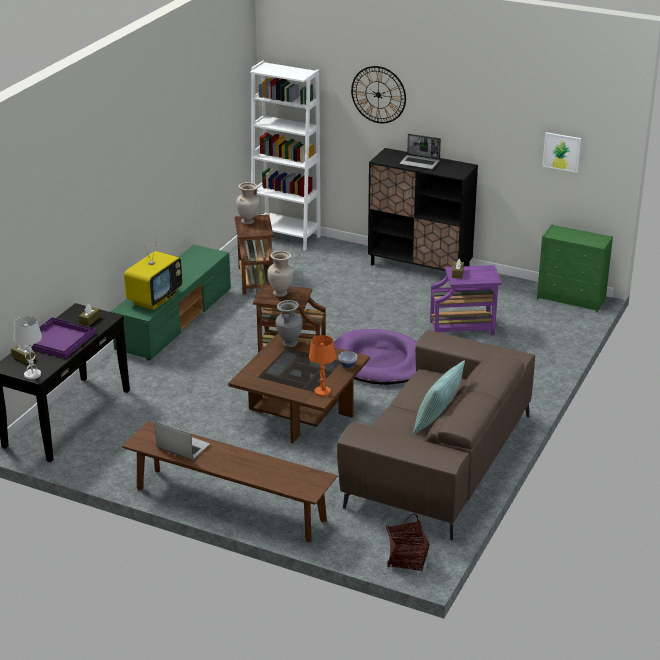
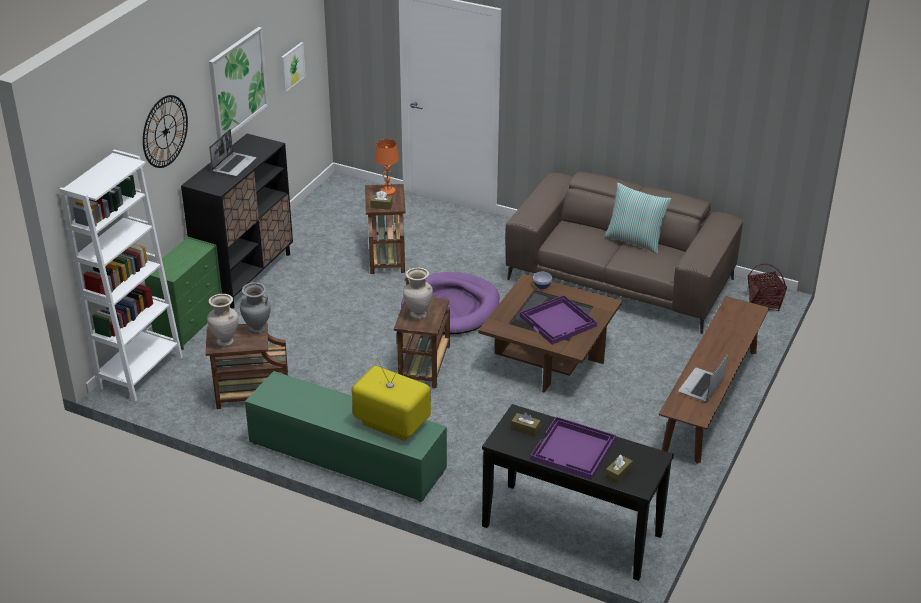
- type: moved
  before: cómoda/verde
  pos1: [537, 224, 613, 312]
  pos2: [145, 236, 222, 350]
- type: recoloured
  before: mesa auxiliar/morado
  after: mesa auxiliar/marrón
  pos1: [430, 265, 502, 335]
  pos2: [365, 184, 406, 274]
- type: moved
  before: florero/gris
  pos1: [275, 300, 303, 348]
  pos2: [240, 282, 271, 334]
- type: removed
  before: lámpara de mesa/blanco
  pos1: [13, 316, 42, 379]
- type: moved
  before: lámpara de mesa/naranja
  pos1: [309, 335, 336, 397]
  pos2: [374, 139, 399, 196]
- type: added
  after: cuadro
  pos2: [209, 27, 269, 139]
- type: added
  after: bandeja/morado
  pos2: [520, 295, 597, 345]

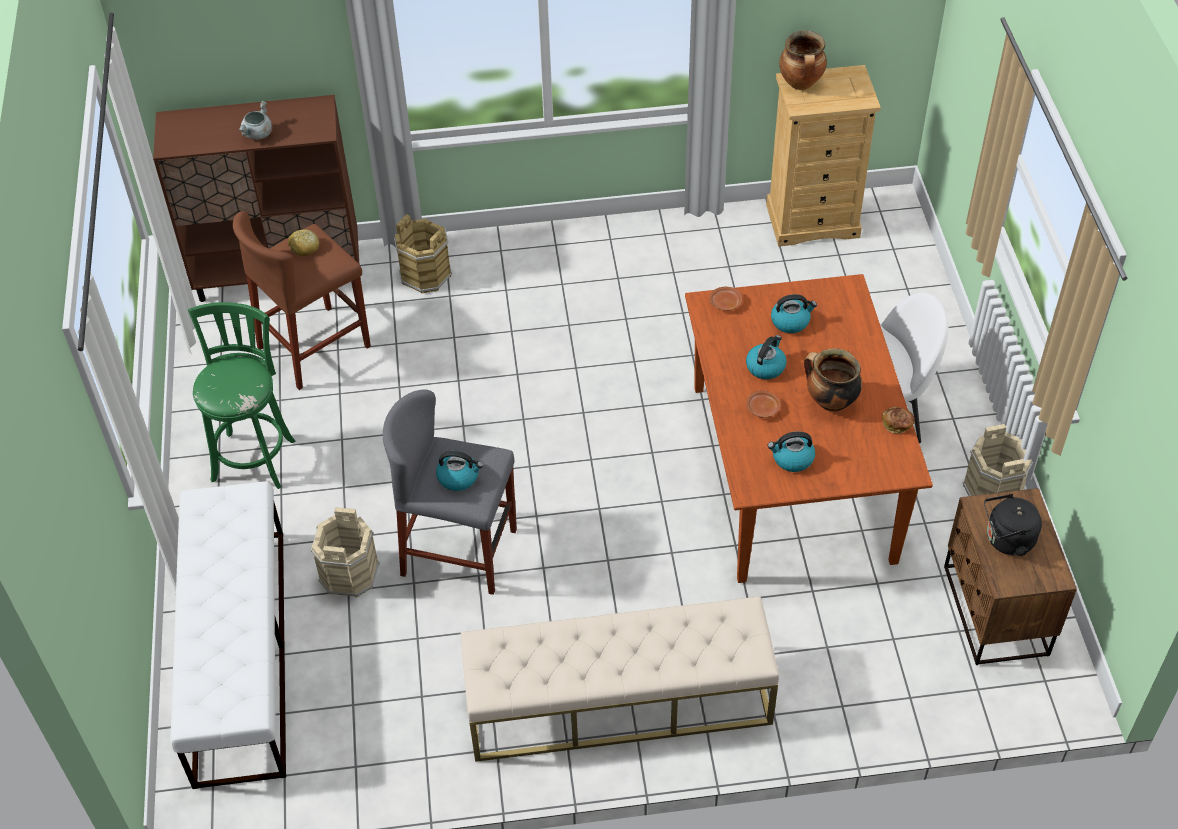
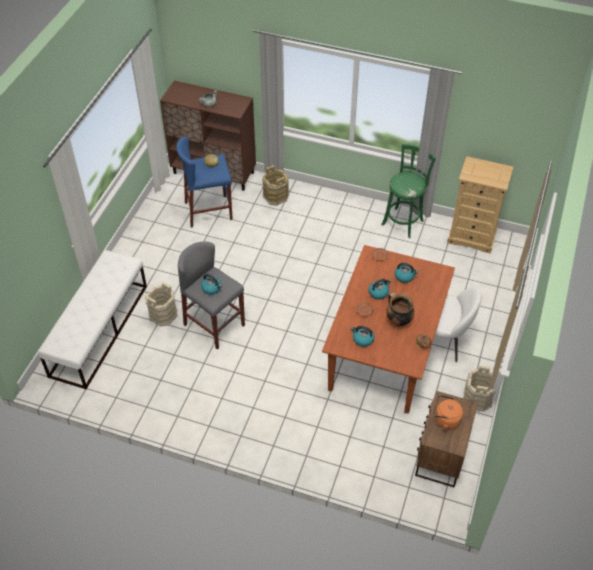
- type: removed
  before: olla
  pos1: [779, 31, 827, 90]
- type: recoloured
  before: taburete/marrón
  after: taburete/azul
  pos1: [233, 211, 371, 390]
  pos2: [176, 137, 233, 227]
- type: moved
  before: taburete/verde
  pos1: [188, 302, 296, 489]
  pos2: [381, 144, 436, 238]
- type: recoloured
  before: hervidor/negro
  after: hervidor/naranja
  pos1: [984, 494, 1042, 556]
  pos2: [433, 395, 463, 430]
- type: removed
  before: banco/beis
  pos1: [461, 596, 779, 762]

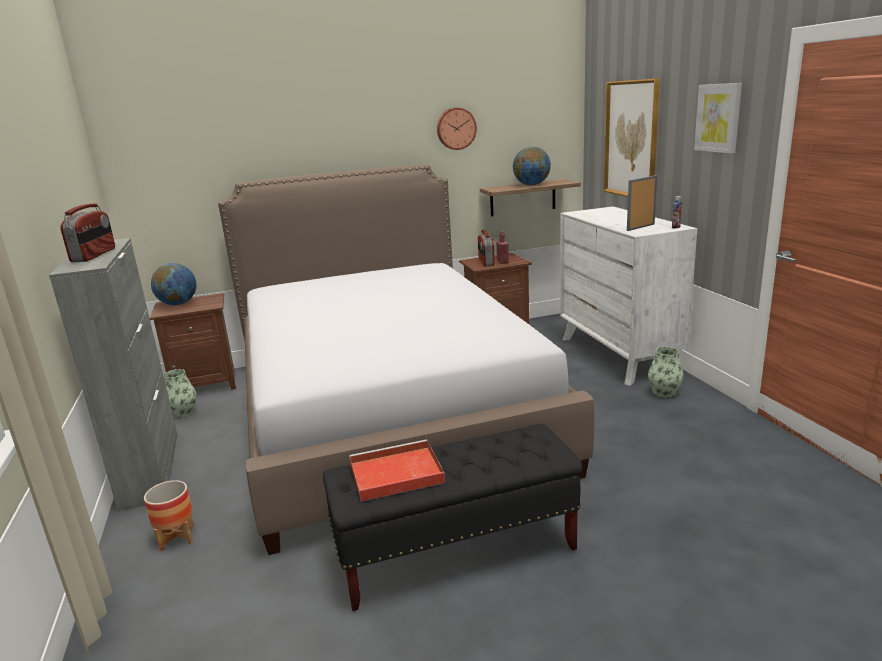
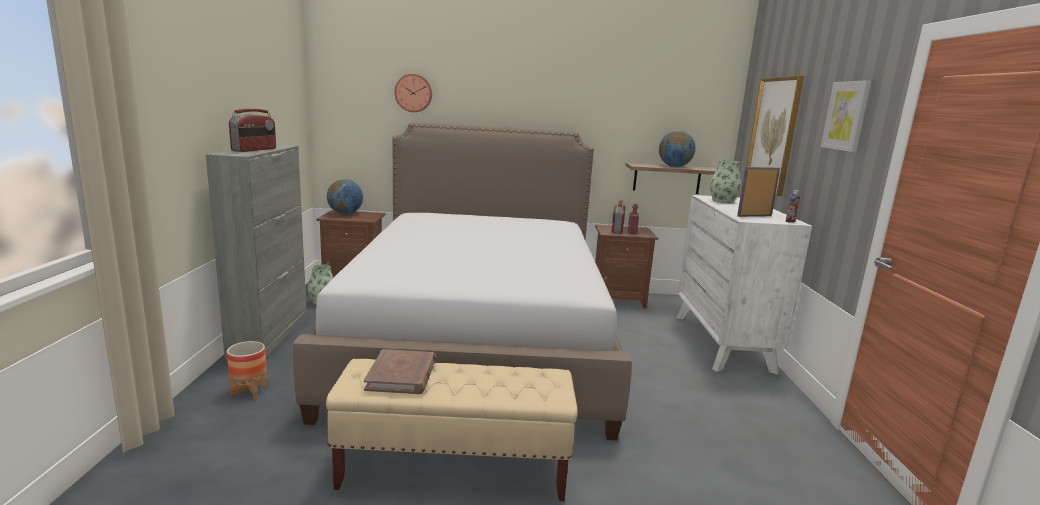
- type: moved
  before: reloj de pared
  pos1: [437, 108, 477, 150]
  pos2: [394, 74, 432, 112]
- type: moved
  before: florero
  pos1: [648, 347, 684, 398]
  pos2: [710, 160, 741, 203]
- type: recoloured
  before: banco/negro
  after: banco/beis
  pos1: [323, 424, 582, 611]
  pos2: [326, 359, 578, 501]
- type: replaced
  before: bandeja/rojo
  after: libro/marrón
  pos1: [349, 440, 445, 502]
  pos2: [364, 349, 436, 394]

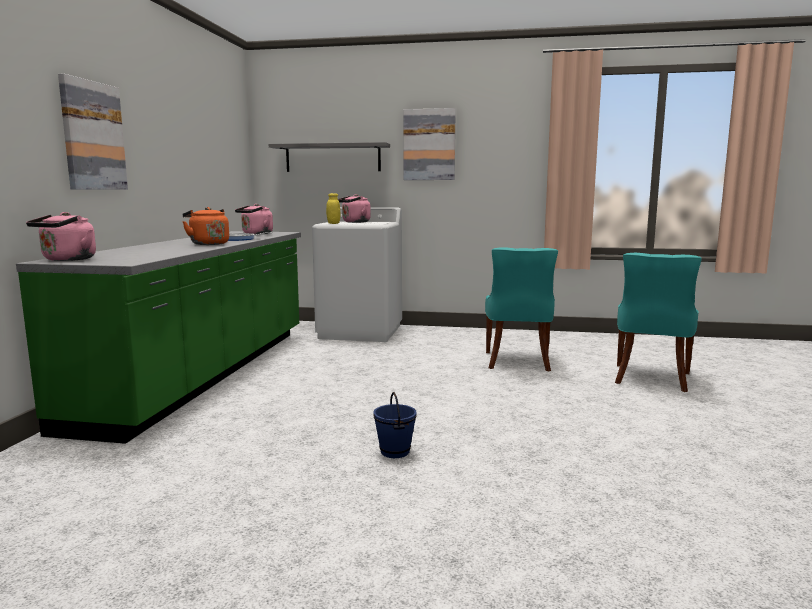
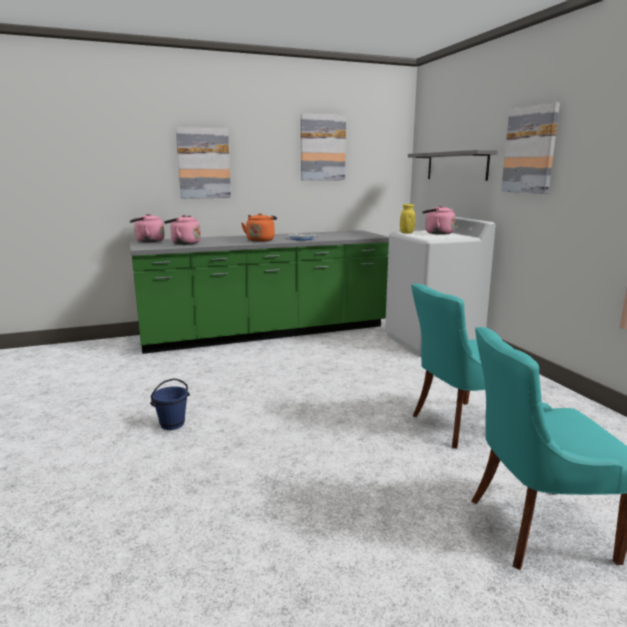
- type: moved
  before: hervidor/rosa
  pos1: [235, 204, 273, 234]
  pos2: [164, 215, 201, 245]
- type: added
  after: cuadro
  pos2: [301, 113, 346, 180]

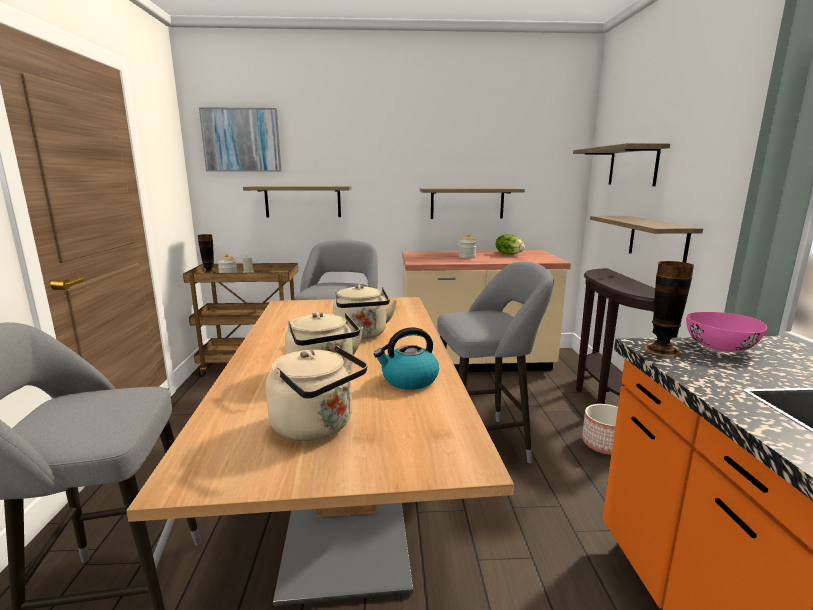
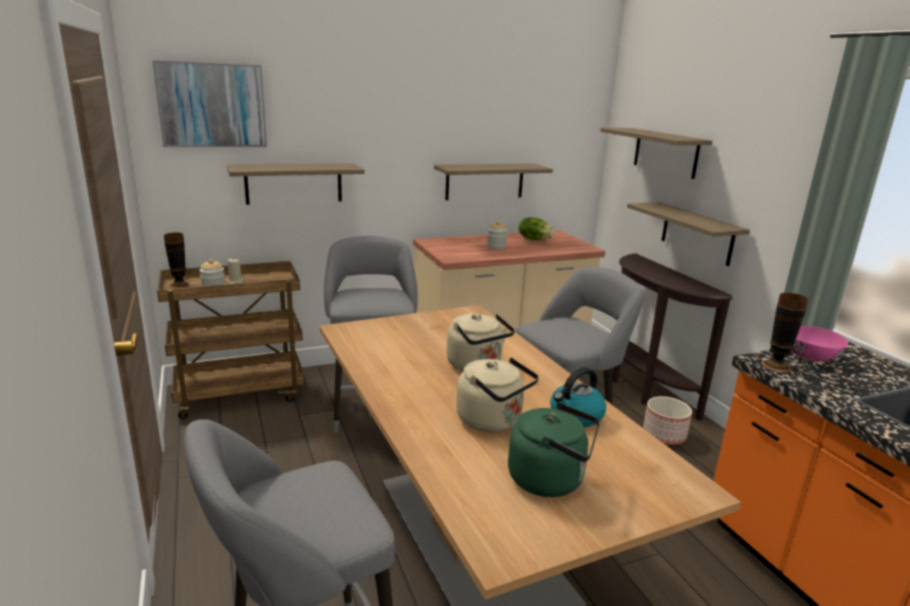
- type: recoloured
  before: hervidor/beis
  after: hervidor/verde
  pos1: [266, 345, 367, 441]
  pos2: [508, 403, 600, 497]

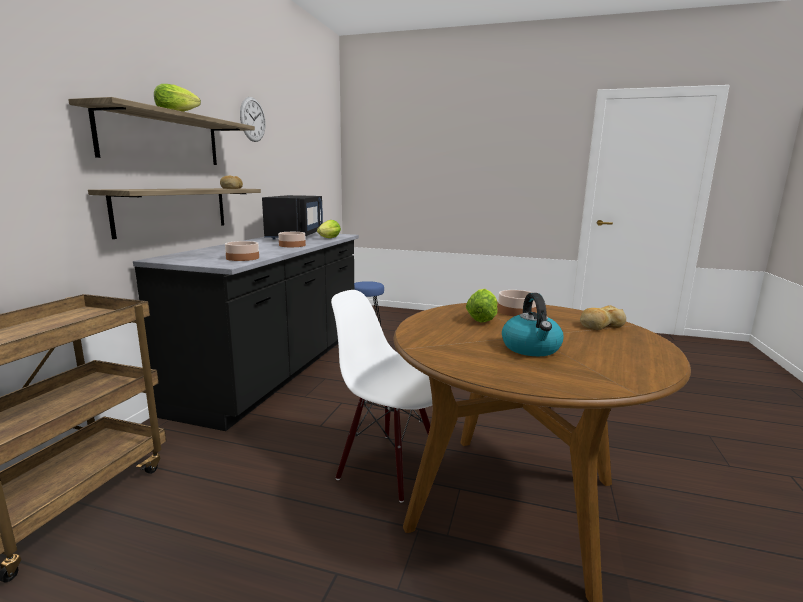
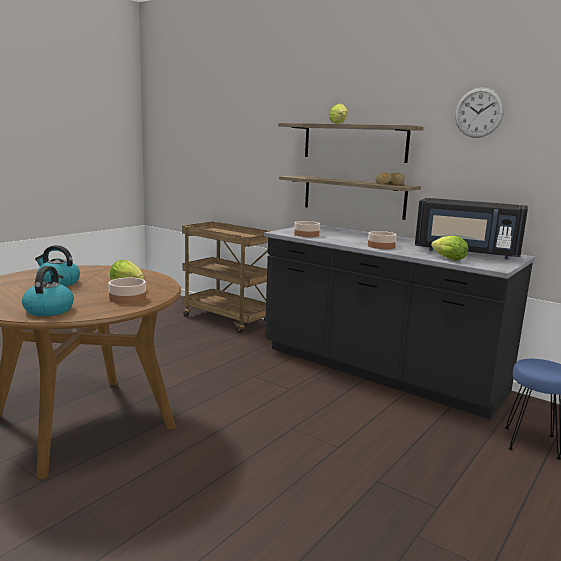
- type: removed
  before: silla/blanco
  pos1: [331, 290, 432, 503]
- type: replaced
  before: pan
  after: hervidor
  pos1: [580, 305, 626, 330]
  pos2: [22, 266, 74, 316]

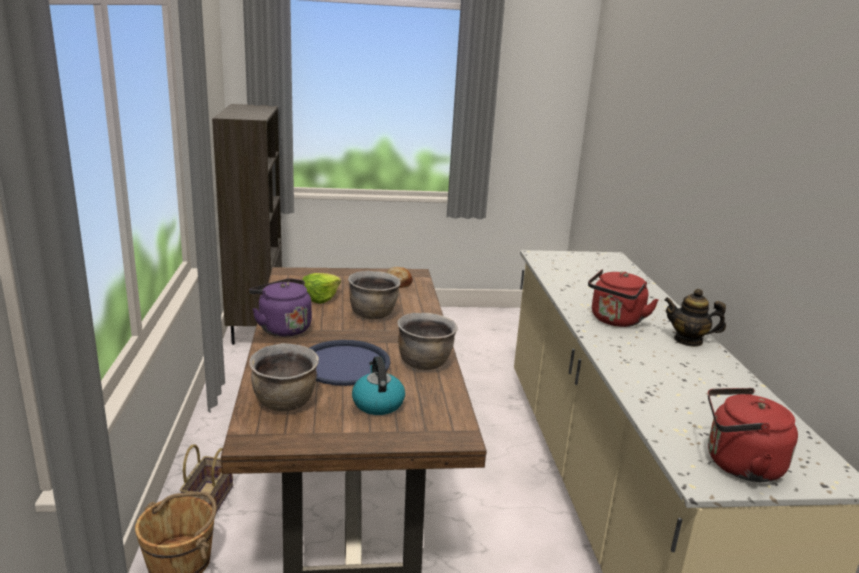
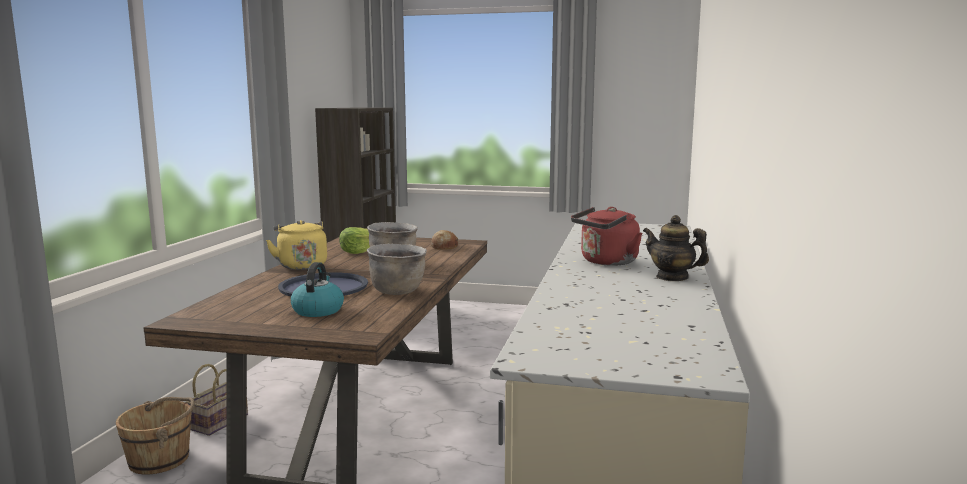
- type: recoloured
  before: hervidor/morado
  after: hervidor/amarillo
  pos1: [249, 278, 312, 337]
  pos2: [266, 220, 327, 270]
- type: removed
  before: olla/marrón
  pos1: [249, 343, 319, 412]
- type: removed
  before: hervidor/rojo
  pos1: [708, 388, 798, 482]

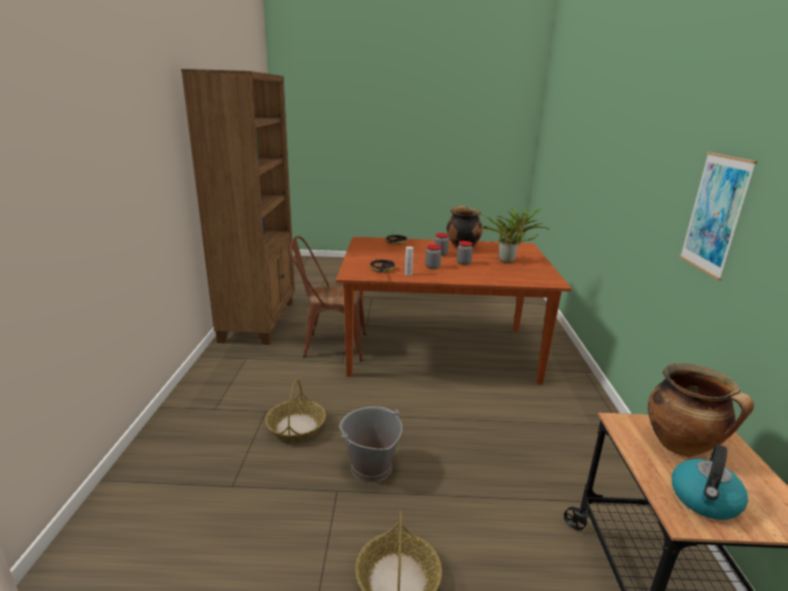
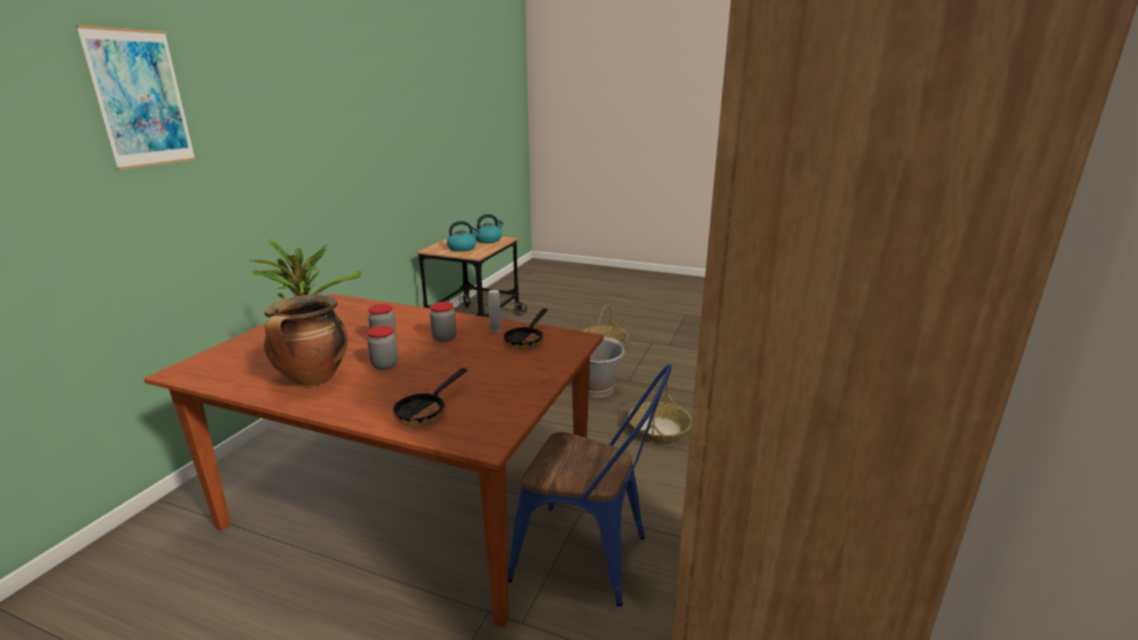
- type: moved
  before: cuadro
  pos1: [679, 152, 757, 280]
  pos2: [75, 25, 196, 170]
- type: recoloured
  before: silla/marrón
  after: silla/azul
  pos1: [290, 236, 366, 362]
  pos2: [508, 364, 672, 607]
- type: replaced
  before: olla
  after: hervidor
  pos1: [648, 363, 754, 456]
  pos2: [447, 221, 480, 252]

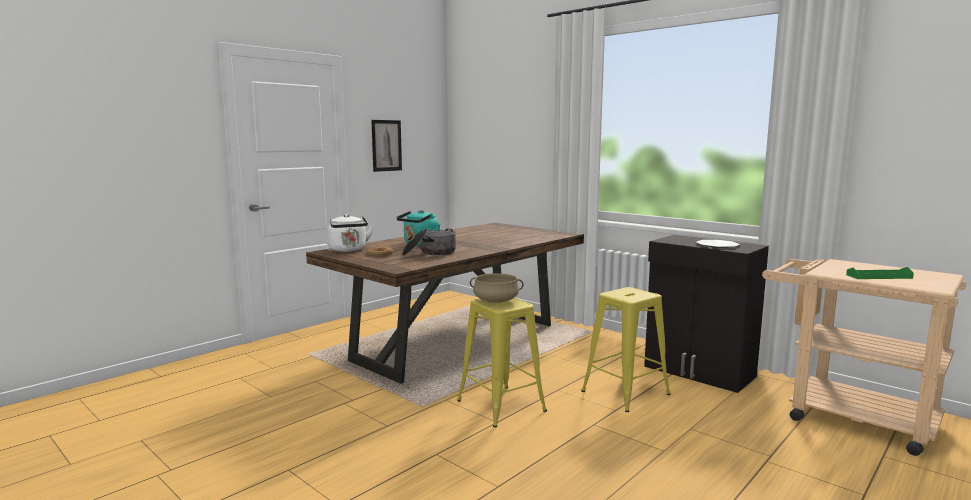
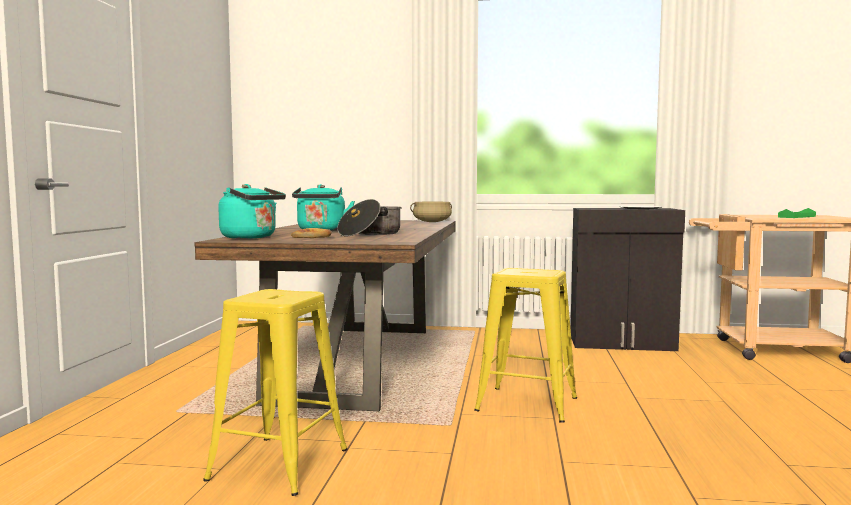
- type: removed
  before: cuadro
  pos1: [371, 120, 402, 172]
- type: recoloured
  before: hervidor/blanco
  after: hervidor/turquesa
  pos1: [328, 214, 373, 252]
  pos2: [218, 184, 286, 239]
- type: moved
  before: olla/beis
  pos1: [470, 273, 524, 303]
  pos2: [410, 202, 452, 222]
- type: moved
  before: taburete/amarillo
  pos1: [581, 287, 670, 412]
  pos2: [203, 289, 347, 496]

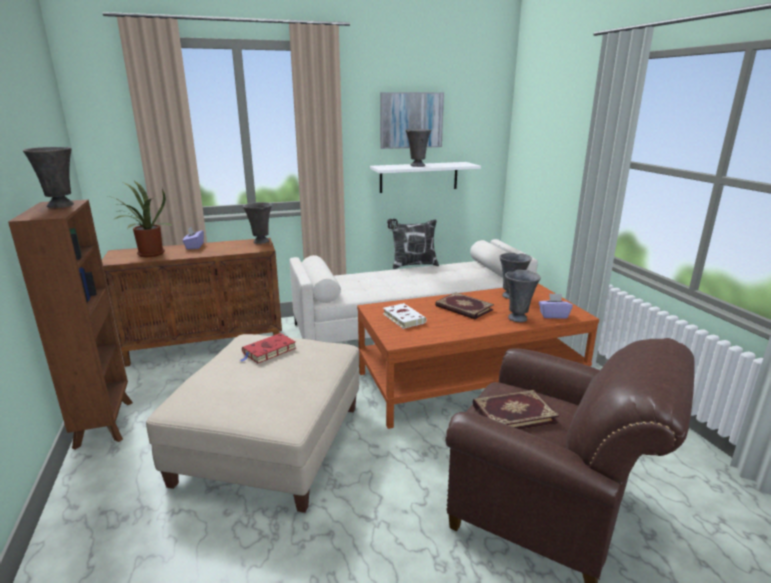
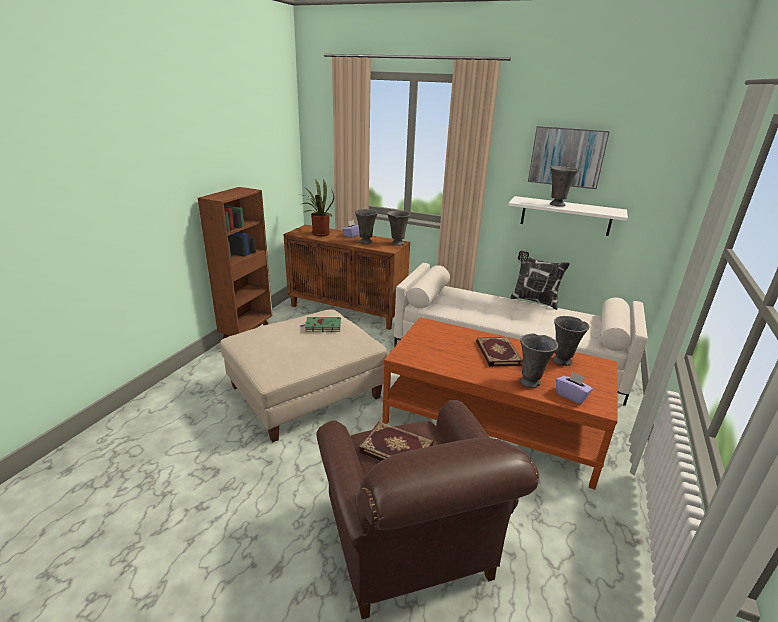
- type: moved
  before: florero/gris
  pos1: [23, 147, 74, 208]
  pos2: [355, 209, 377, 244]
- type: removed
  before: libro/blanco
  pos1: [383, 303, 426, 329]
- type: recoloured
  before: libro/rojo
  after: libro/verde
  pos1: [240, 333, 296, 363]
  pos2: [300, 317, 341, 332]

